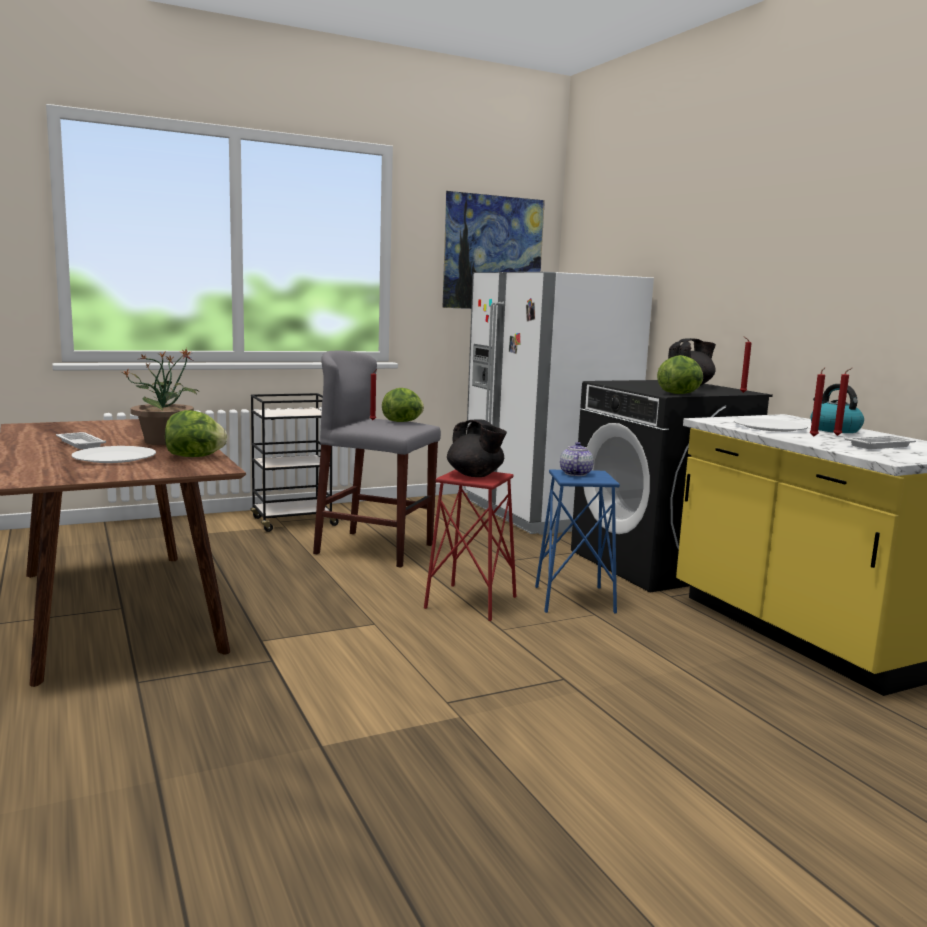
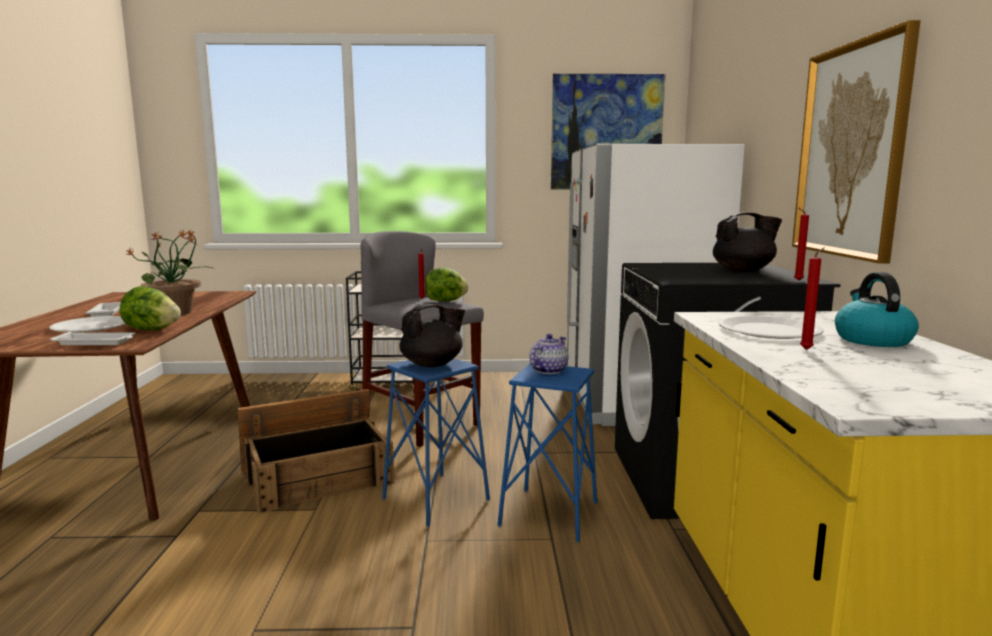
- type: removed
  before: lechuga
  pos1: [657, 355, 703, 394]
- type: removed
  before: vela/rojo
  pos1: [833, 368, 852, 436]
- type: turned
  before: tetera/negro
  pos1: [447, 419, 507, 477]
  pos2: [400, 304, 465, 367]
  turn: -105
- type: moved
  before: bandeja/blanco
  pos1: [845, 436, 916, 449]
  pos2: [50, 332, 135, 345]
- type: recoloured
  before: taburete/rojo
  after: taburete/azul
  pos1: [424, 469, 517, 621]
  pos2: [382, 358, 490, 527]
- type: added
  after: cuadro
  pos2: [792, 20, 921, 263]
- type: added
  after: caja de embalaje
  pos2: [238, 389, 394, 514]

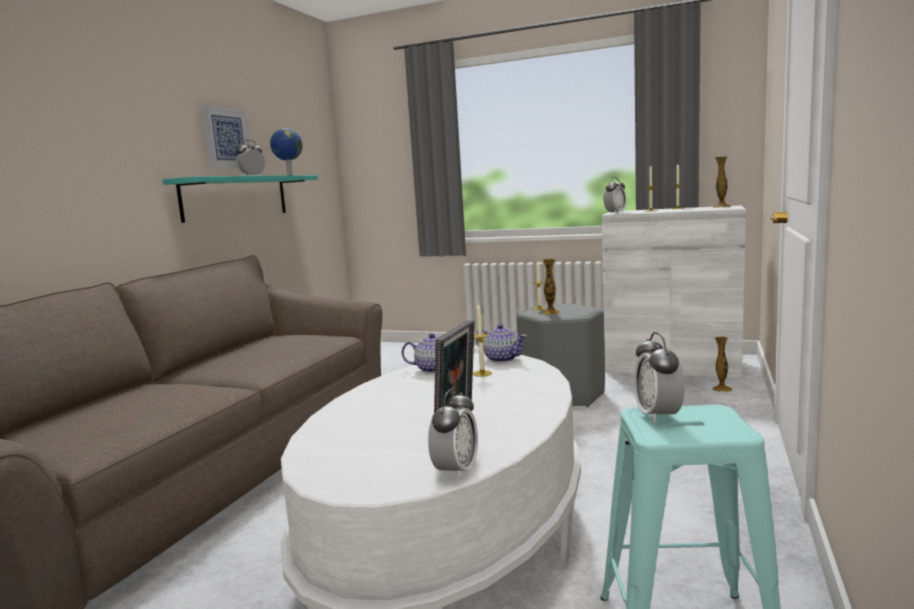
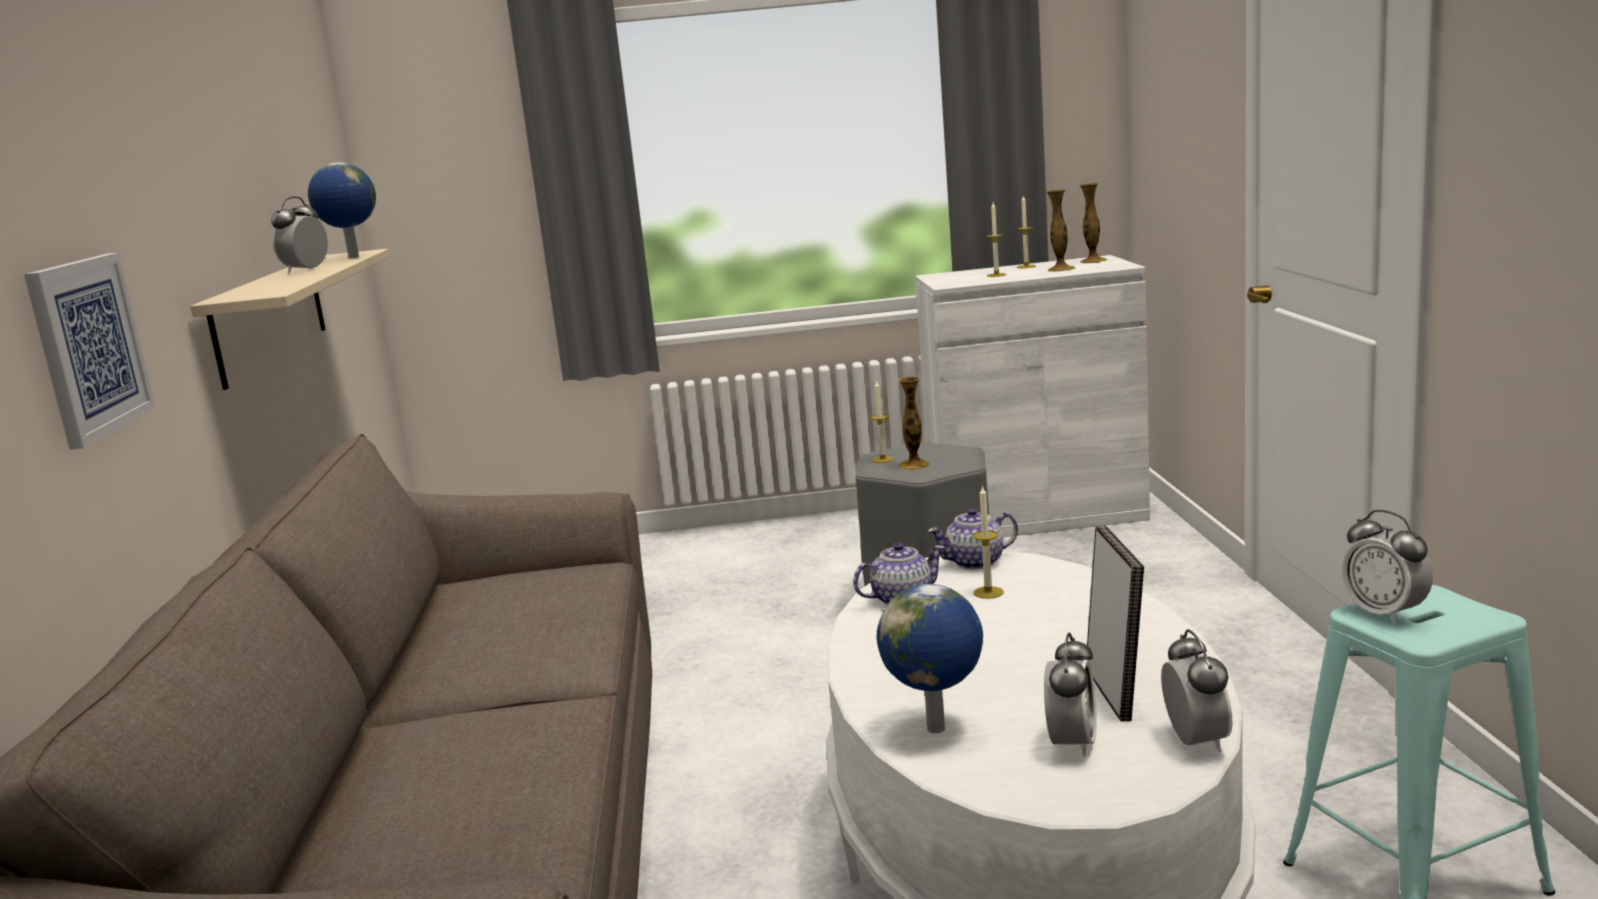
- type: moved
  before: cuadro
  pos1: [201, 105, 250, 168]
  pos2: [24, 253, 156, 450]
- type: recoloured
  before: estante/turquesa
  after: estante/beis
  pos1: [163, 175, 318, 223]
  pos2: [191, 249, 389, 390]
- type: moved
  before: despertador
  pos1: [603, 177, 626, 214]
  pos2: [1044, 632, 1097, 757]
- type: turned
  before: tetera
  pos1: [476, 324, 527, 363]
  pos2: [928, 508, 1018, 570]
  turn: 150
- type: moved
  before: florero
  pos1: [712, 336, 733, 392]
  pos2: [1046, 189, 1075, 272]
- type: added
  after: globo terráqueo
  pos2: [877, 584, 983, 733]

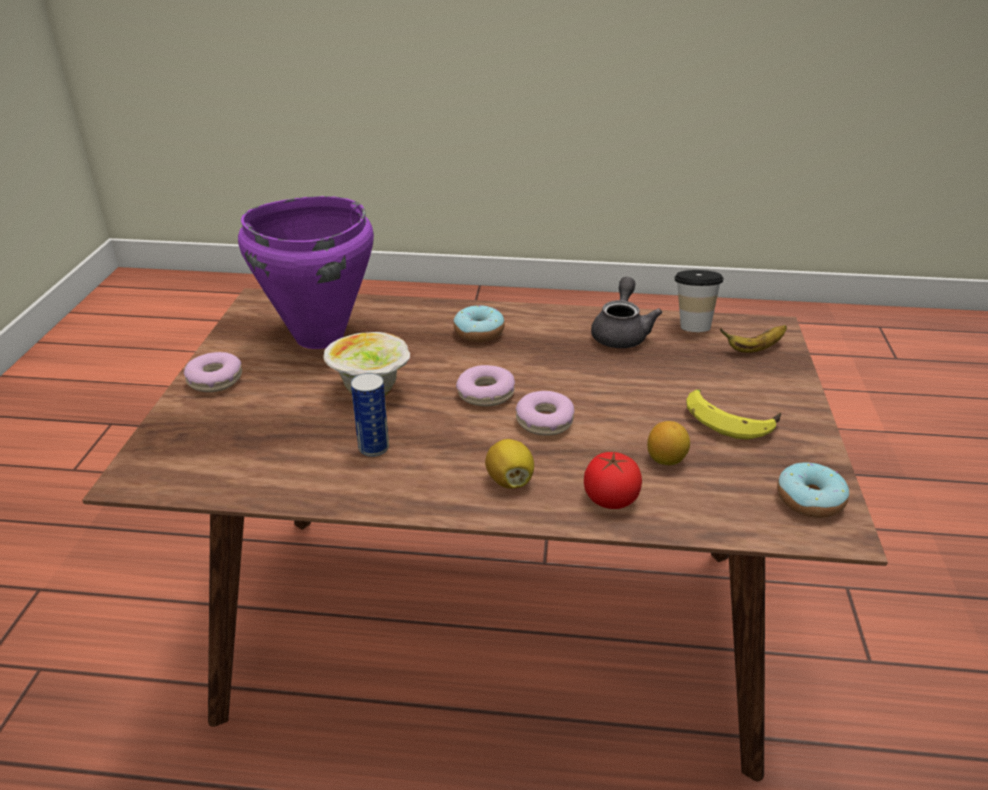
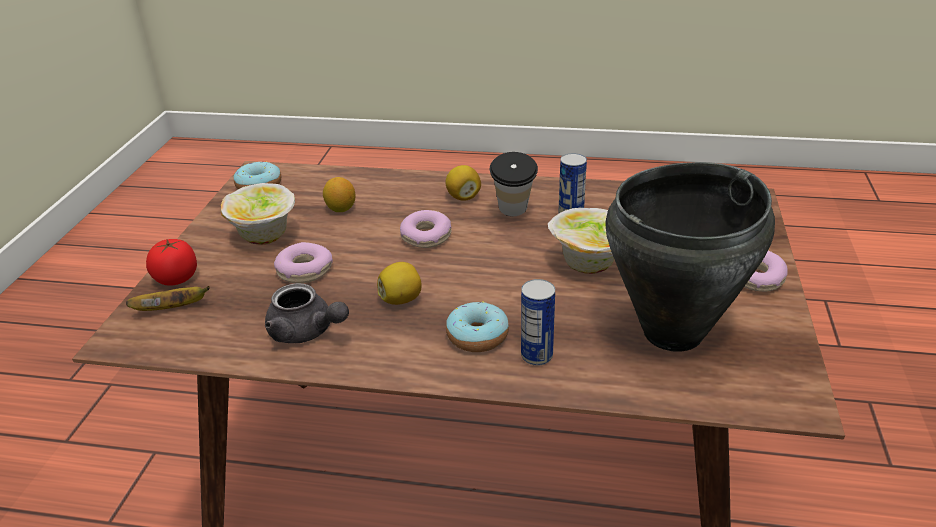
- type: recoloured
  before: olla/morado
  after: olla/negro
  pos1: [238, 196, 374, 349]
  pos2: [606, 162, 775, 352]
- type: moved
  before: taza
  pos1: [674, 270, 724, 332]
  pos2: [490, 152, 538, 216]
- type: turned
  before: tetera/gris
  pos1: [591, 277, 663, 348]
  pos2: [265, 283, 349, 343]
  turn: -75
- type: moved
  before: rosquilla
  pos1: [456, 365, 515, 407]
  pos2: [274, 242, 333, 283]
- type: replaced
  before: plátano
  after: cuenco
  pos1: [686, 389, 781, 440]
  pos2: [221, 183, 295, 245]
- type: moved
  before: tomate
  pos1: [584, 452, 642, 509]
  pos2: [146, 239, 197, 286]
- type: added
  after: limón
  pos2: [377, 262, 422, 305]
- type: added
  after: lata
  pos2: [521, 279, 555, 366]

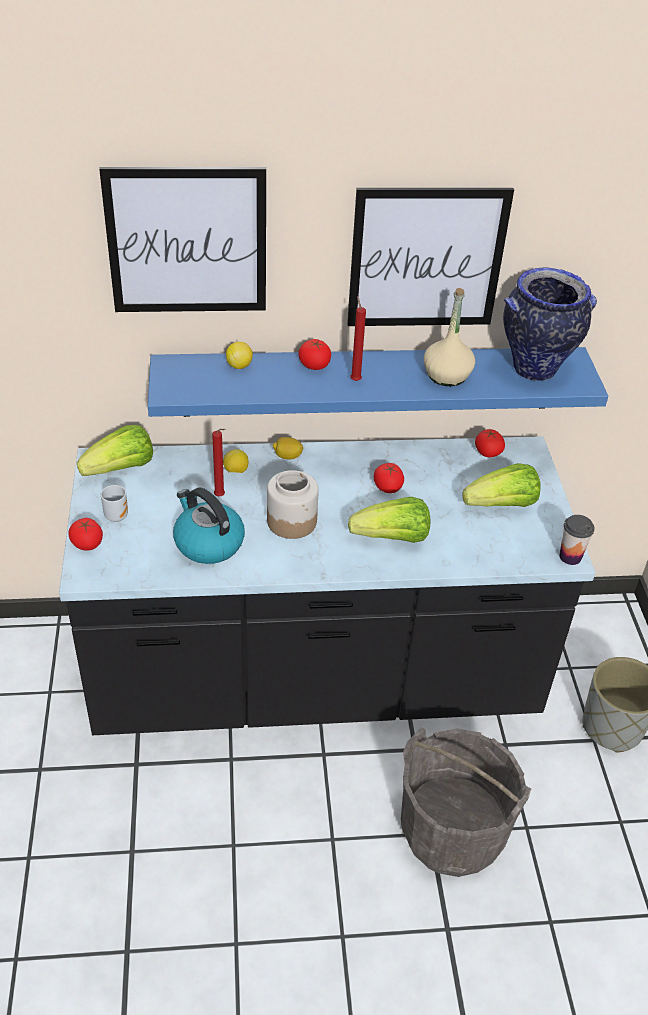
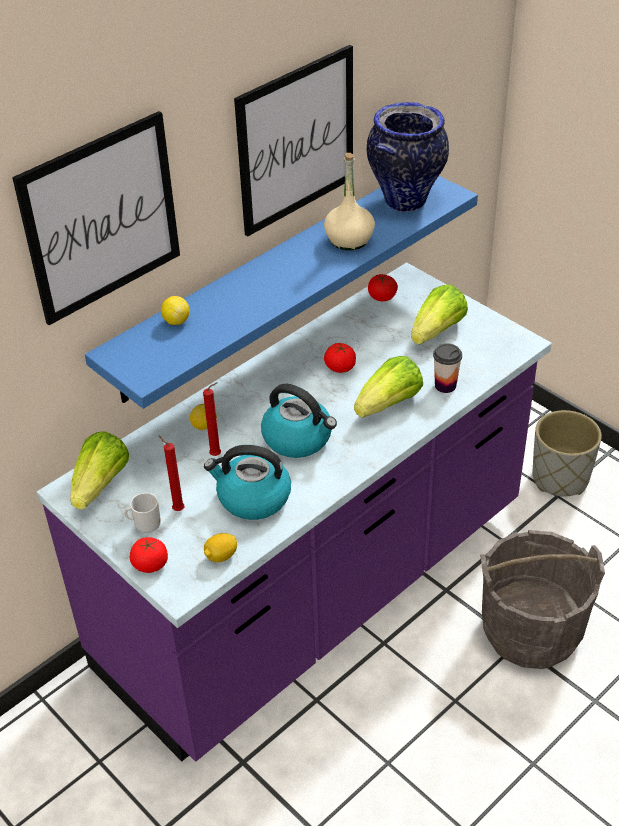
- type: moved
  before: vela/rojo
  pos1: [350, 296, 366, 381]
  pos2: [158, 435, 185, 511]
- type: removed
  before: tomate
  pos1: [298, 339, 331, 370]
- type: recoloured
  before: mueble bajo de cocina/negro
  after: mueble bajo de cocina/morado
  pos1: [59, 436, 595, 735]
  pos2: [37, 262, 552, 762]
- type: moved
  before: limón
  pos1: [273, 437, 303, 459]
  pos2: [204, 533, 237, 562]
- type: replaced
  before: tarro
  after: hervidor
  pos1: [267, 470, 319, 539]
  pos2: [261, 384, 337, 458]
- type: moved
  before: taza
  pos1: [559, 515, 595, 565]
  pos2: [433, 343, 462, 393]

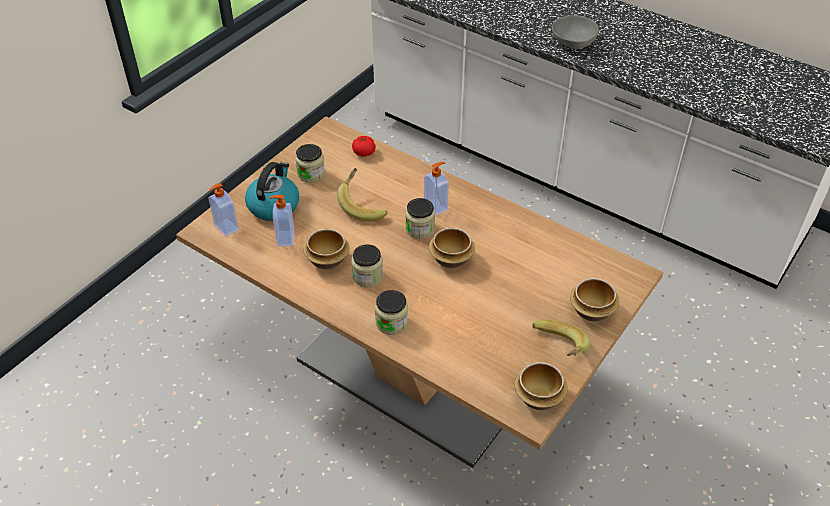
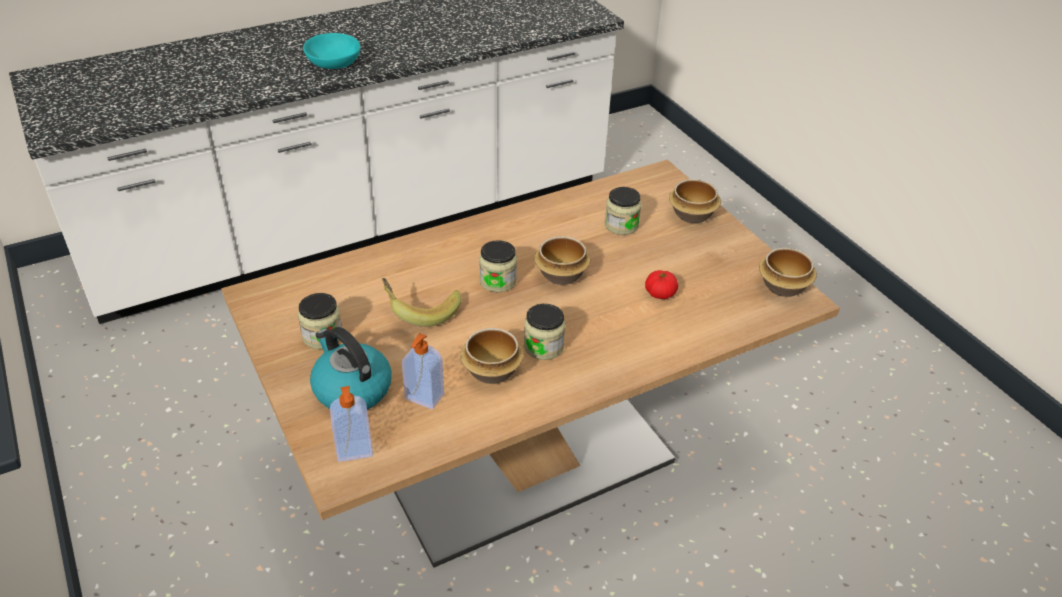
- type: recoloured
  before: cuenco/gris
  after: cuenco/turquesa
  pos1: [552, 15, 599, 49]
  pos2: [303, 33, 361, 69]
- type: moved
  before: tomate
  pos1: [352, 136, 376, 157]
  pos2: [645, 270, 678, 299]
- type: removed
  before: dispensador de jabón
  pos1: [424, 162, 449, 216]
- type: moved
  before: tarro
  pos1: [375, 290, 408, 335]
  pos2: [605, 187, 641, 235]
- type: removed
  before: plátano
  pos1: [532, 319, 590, 356]

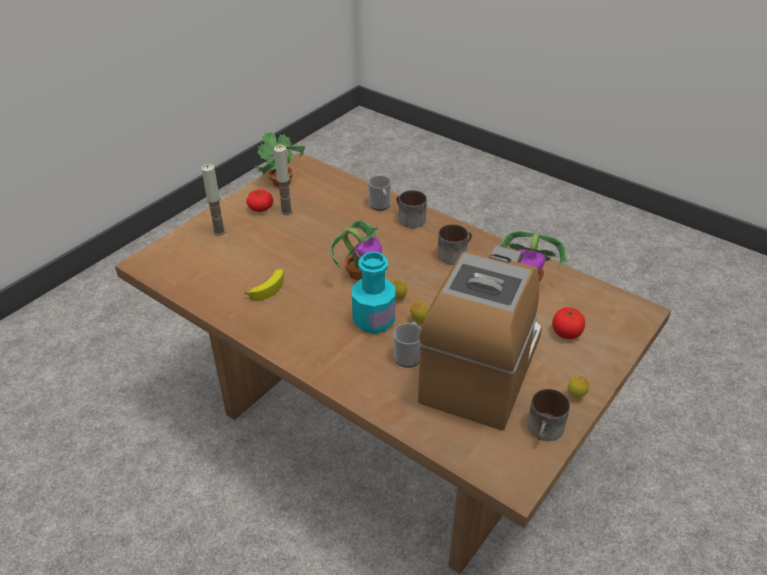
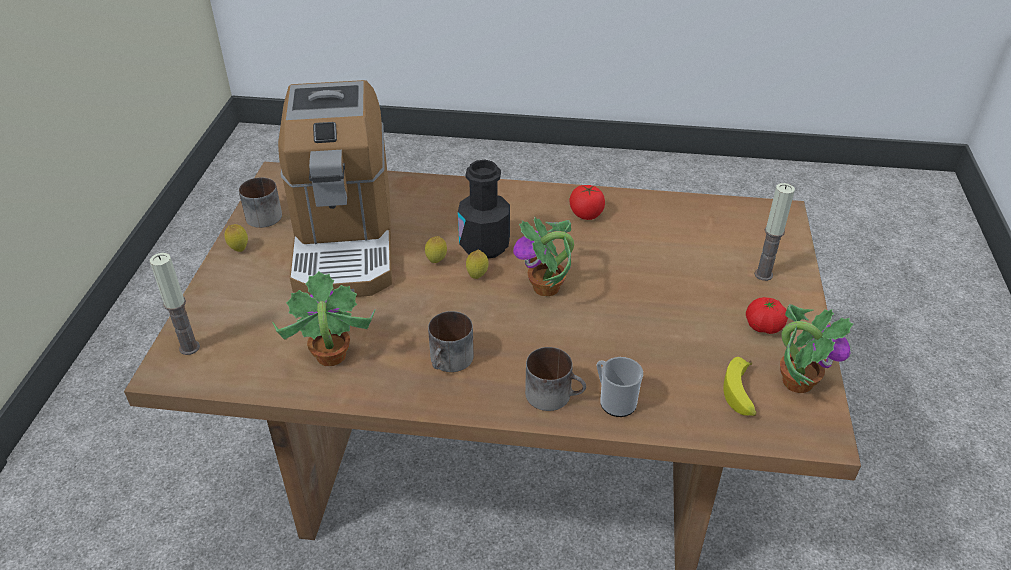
- type: moved
  before: vela
  pos1: [274, 145, 293, 215]
  pos2: [150, 253, 200, 355]
- type: recoloured
  before: botella/turquesa
  after: botella/negro
  pos1: [352, 251, 395, 334]
  pos2: [458, 160, 510, 259]
- type: moved
  before: plátano
  pos1: [245, 268, 284, 301]
  pos2: [723, 357, 756, 416]
- type: moved
  before: tomate
  pos1: [552, 307, 585, 339]
  pos2: [570, 185, 605, 220]
- type: removed
  before: taza grande
  pos1: [393, 322, 421, 368]

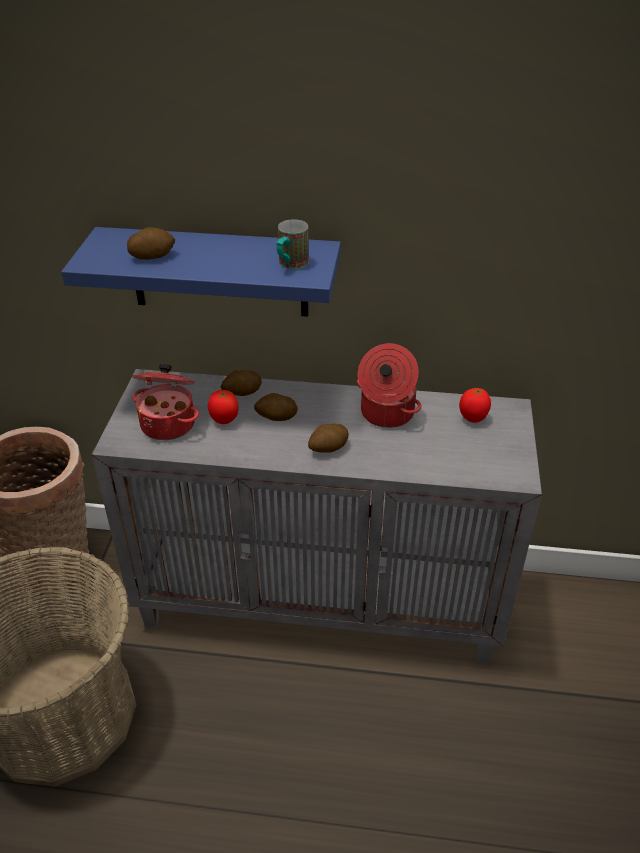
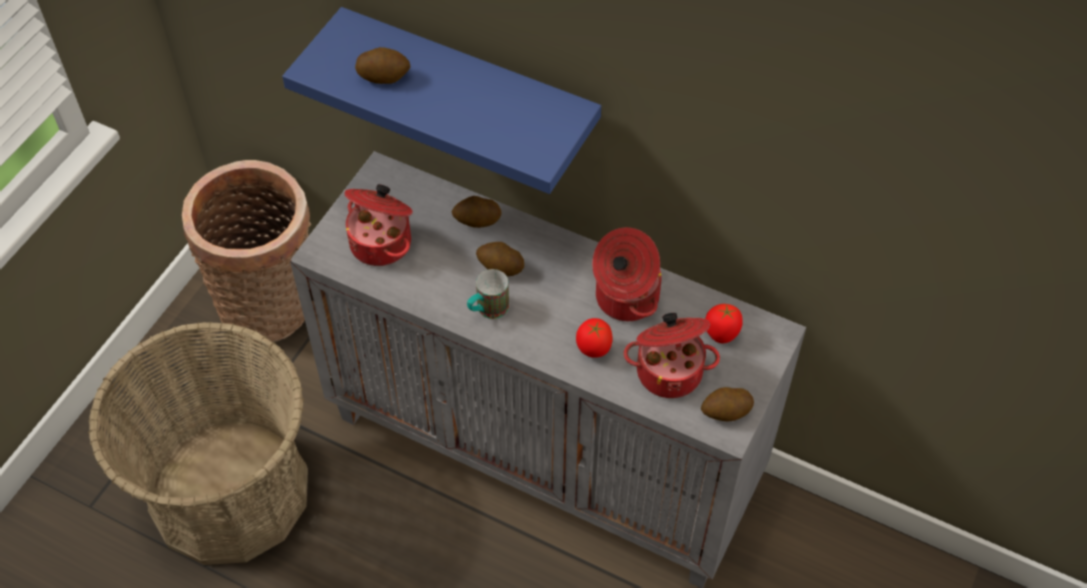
- type: moved
  before: taza grande
  pos1: [276, 219, 309, 269]
  pos2: [467, 269, 509, 319]
- type: moved
  before: tomate
  pos1: [208, 390, 239, 424]
  pos2: [576, 318, 613, 358]
- type: moved
  before: patata
  pos1: [308, 423, 349, 453]
  pos2: [701, 387, 754, 422]
- type: added
  after: olla
  pos2: [624, 313, 720, 398]

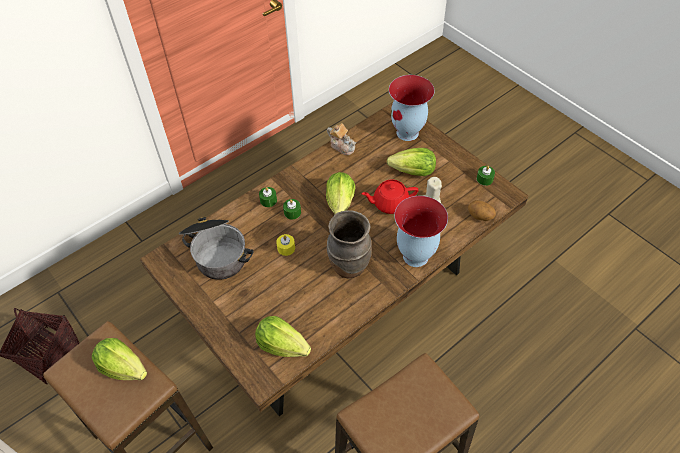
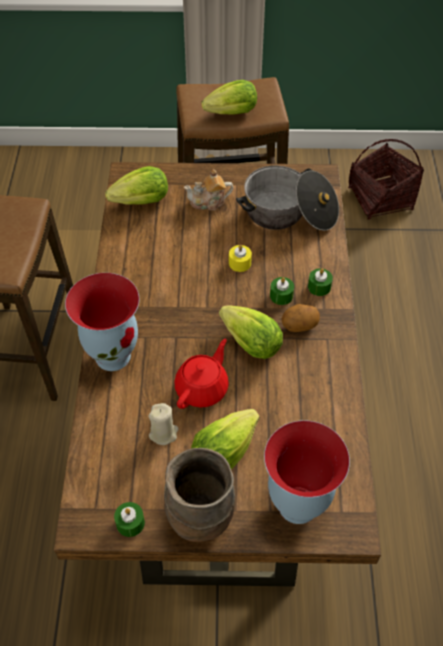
- type: moved
  before: tetera
  pos1: [327, 123, 356, 155]
  pos2: [184, 169, 233, 210]
- type: moved
  before: patata
  pos1: [468, 200, 496, 221]
  pos2: [281, 304, 320, 332]
- type: moved
  before: florero/marrón
  pos1: [327, 210, 372, 279]
  pos2: [164, 448, 235, 542]

